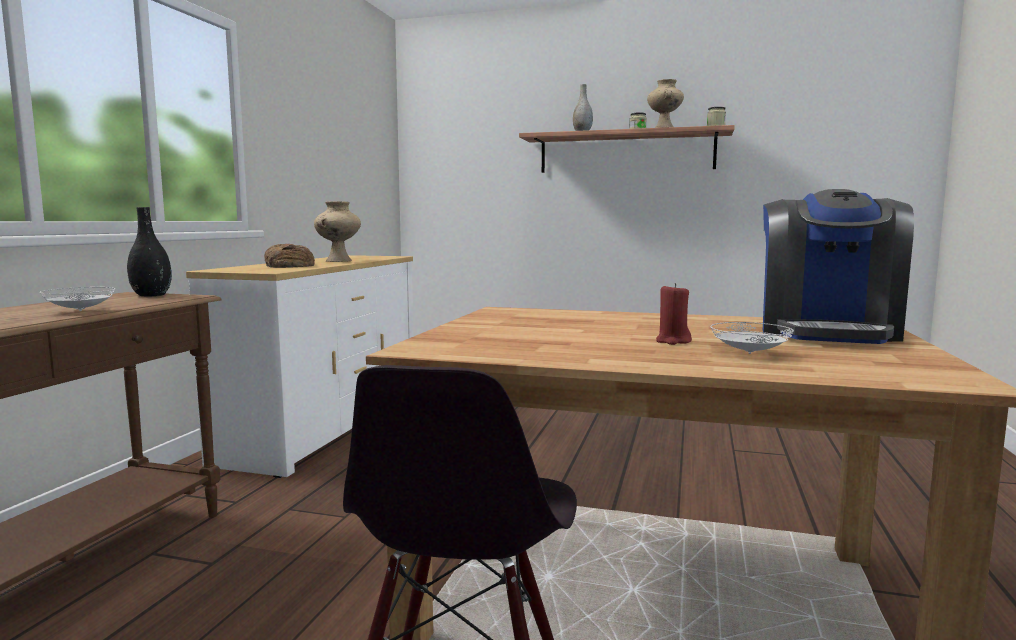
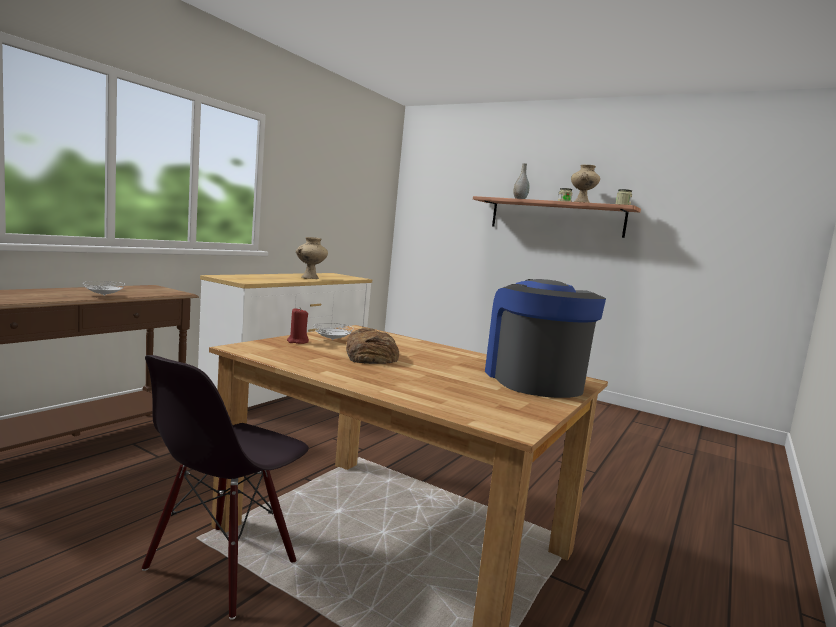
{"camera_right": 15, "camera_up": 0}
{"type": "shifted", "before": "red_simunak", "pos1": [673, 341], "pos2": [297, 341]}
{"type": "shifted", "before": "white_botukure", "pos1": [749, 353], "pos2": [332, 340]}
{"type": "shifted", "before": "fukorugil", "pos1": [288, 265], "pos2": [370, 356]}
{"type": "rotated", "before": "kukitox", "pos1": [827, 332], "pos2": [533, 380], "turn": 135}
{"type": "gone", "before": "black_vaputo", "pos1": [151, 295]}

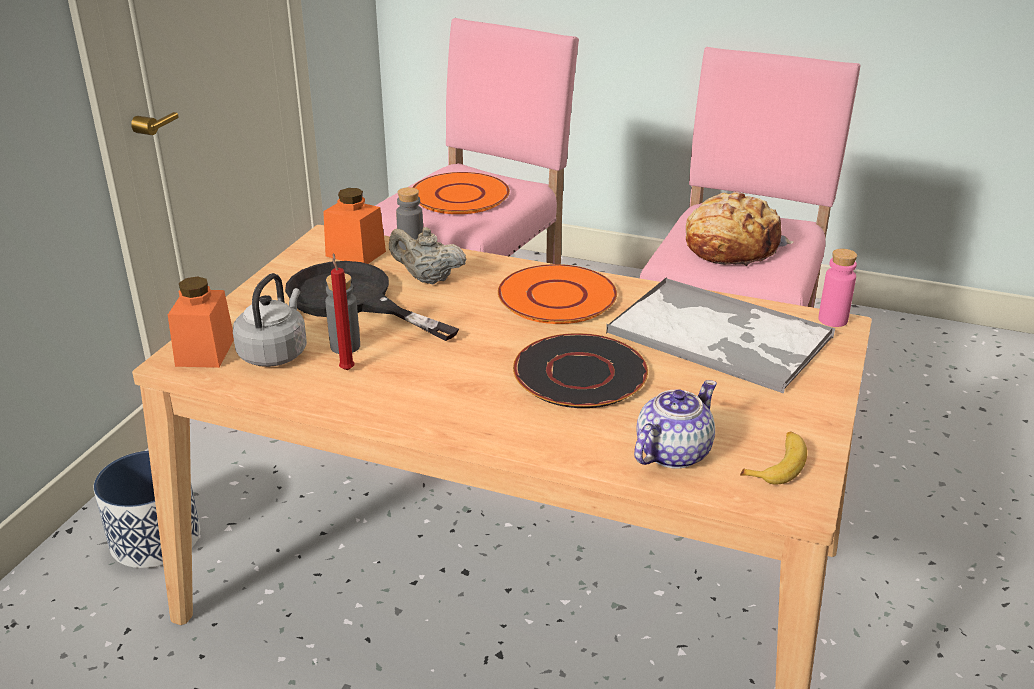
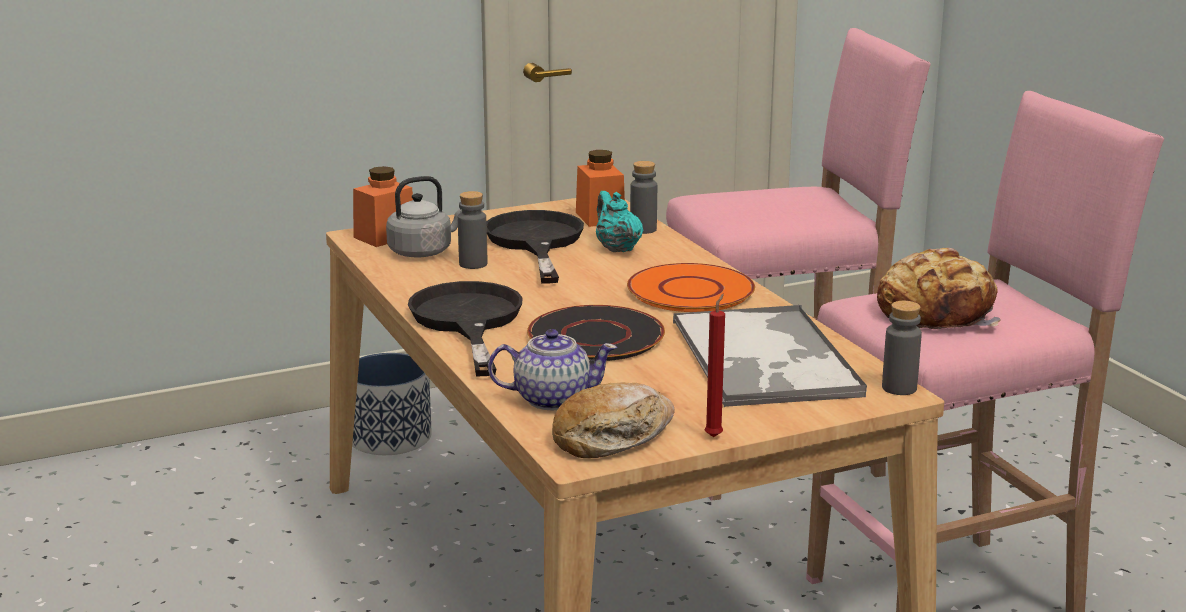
{"camera_right": 45, "camera_up": -10}
{"type": "new", "after": "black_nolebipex", "pos2": [467, 322]}
{"type": "swapped", "before": "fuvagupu", "after": "fukorugil", "pos1": [777, 464], "pos2": [612, 437]}
{"type": "repainted", "before": "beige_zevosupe", "after": "turquoise_zevosupe", "pos1": [427, 279], "pos2": [617, 248]}
{"type": "shifted", "before": "red_simunak", "pos1": [346, 369], "pos2": [714, 436]}
{"type": "repainted", "before": "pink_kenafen", "after": "grey_kenafen", "pos1": [832, 320], "pos2": [899, 388]}
{"type": "gone", "before": "orange_botukure", "pos1": [460, 196]}

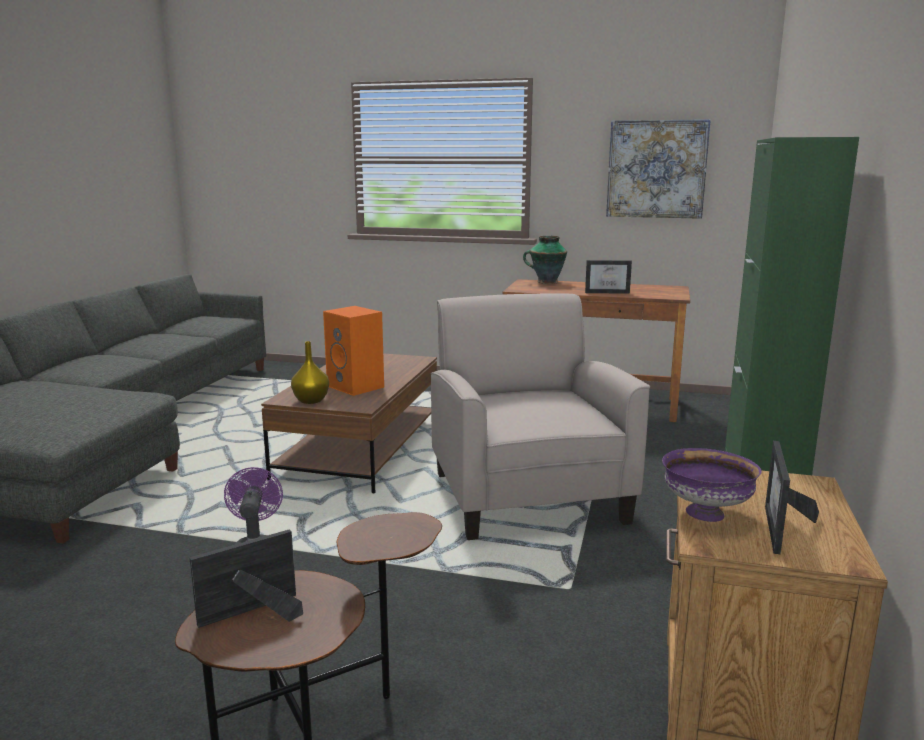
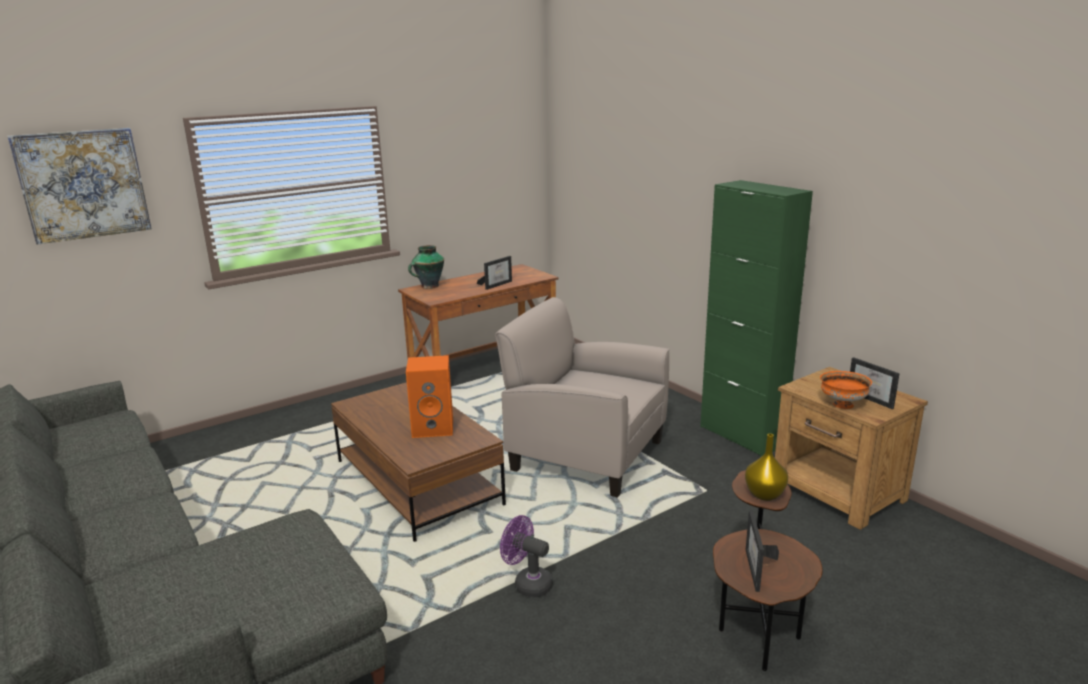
{"camera_right": -50, "camera_up": 5}
{"type": "shifted", "before": "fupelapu", "pos1": [656, 169], "pos2": [83, 184]}
{"type": "shifted", "before": "yellow_vaputo", "pos1": [312, 401], "pos2": [765, 494]}
{"type": "repainted", "before": "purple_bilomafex", "after": "orange_bilomafex", "pos1": [705, 513], "pos2": [842, 405]}

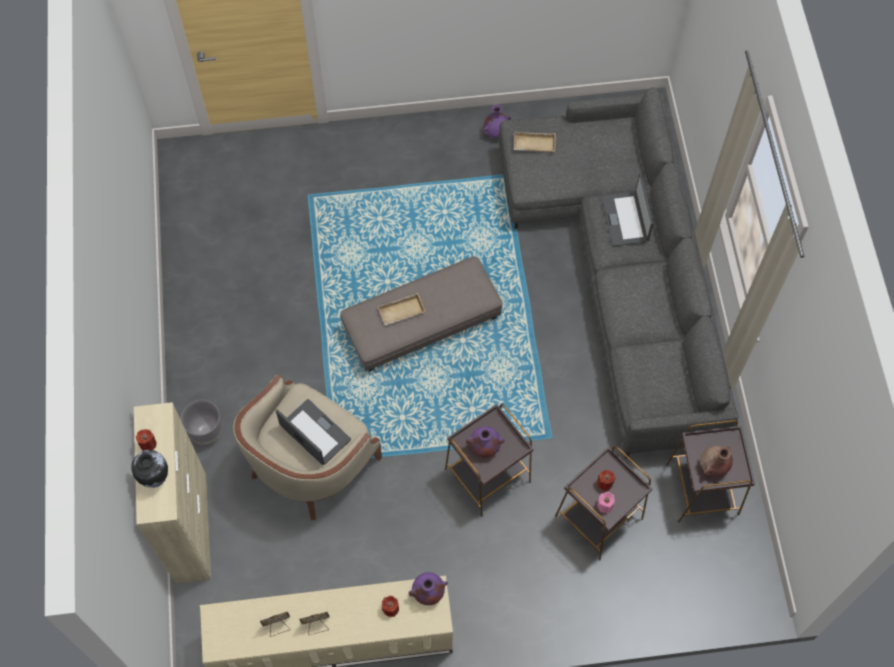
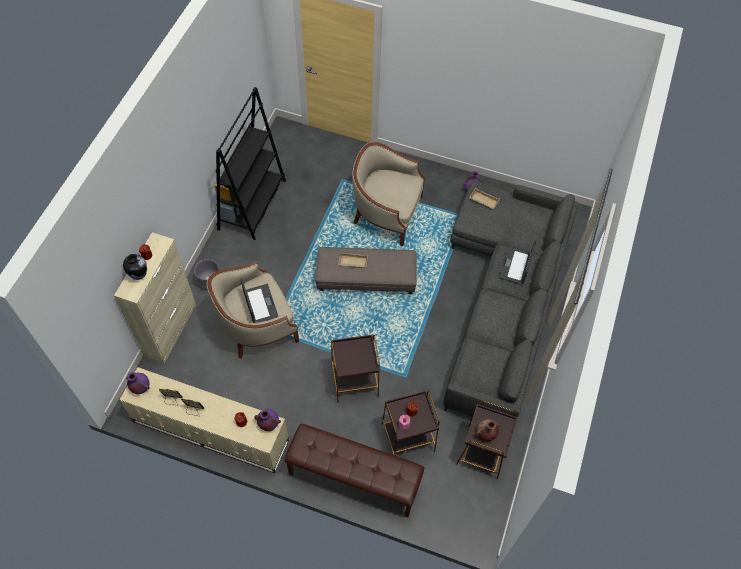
{"camera_right": 25, "camera_up": -5}
{"type": "shifted", "before": "purple_vaputo", "pos1": [484, 447], "pos2": [140, 387]}
{"type": "new", "after": "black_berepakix", "pos2": [252, 205]}
{"type": "new", "after": "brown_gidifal", "pos2": [353, 479]}
{"type": "new", "after": "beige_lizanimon", "pos2": [386, 212]}

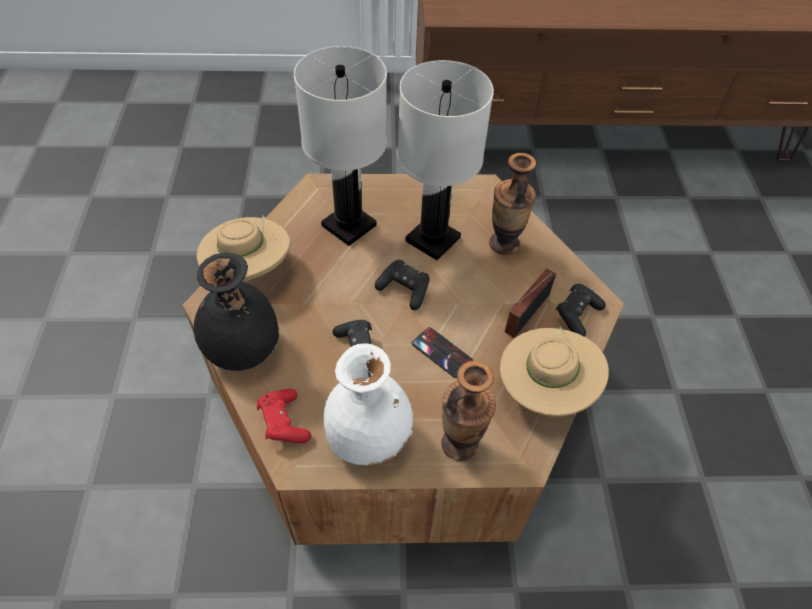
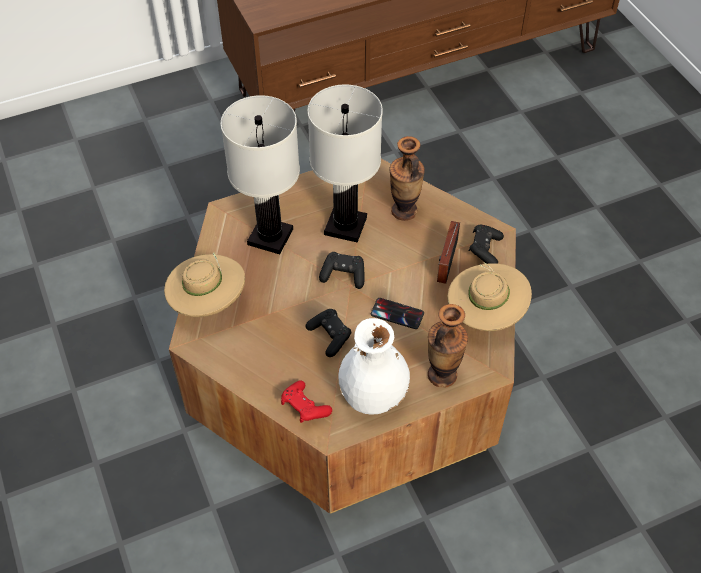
{"camera_right": -20, "camera_up": 0}
{"type": "gone", "before": "black_vaputo", "pos1": [243, 351]}

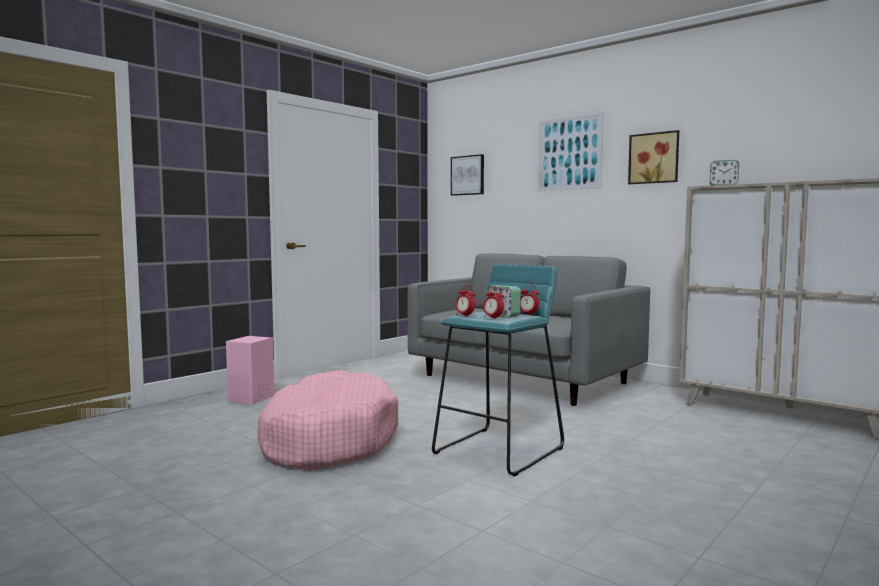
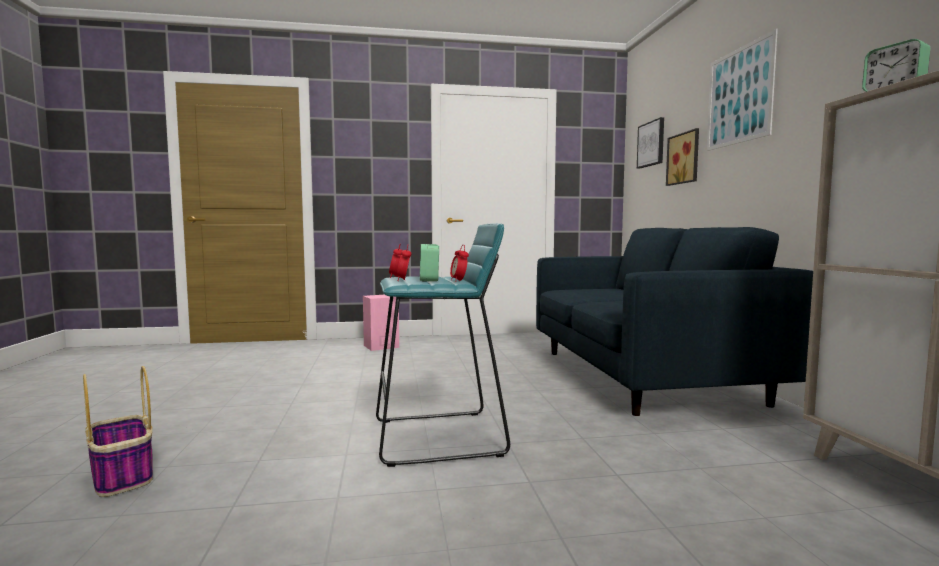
{"camera_right": 40, "camera_up": 0}
{"type": "new", "after": "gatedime", "pos2": [123, 476]}
{"type": "repainted", "before": "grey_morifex", "after": "blue_morifex", "pos1": [522, 379], "pos2": [642, 375]}
{"type": "shifted", "before": "fupelapu", "pos1": [654, 158], "pos2": [684, 158]}
{"type": "gone", "before": "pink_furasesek", "pos1": [327, 440]}

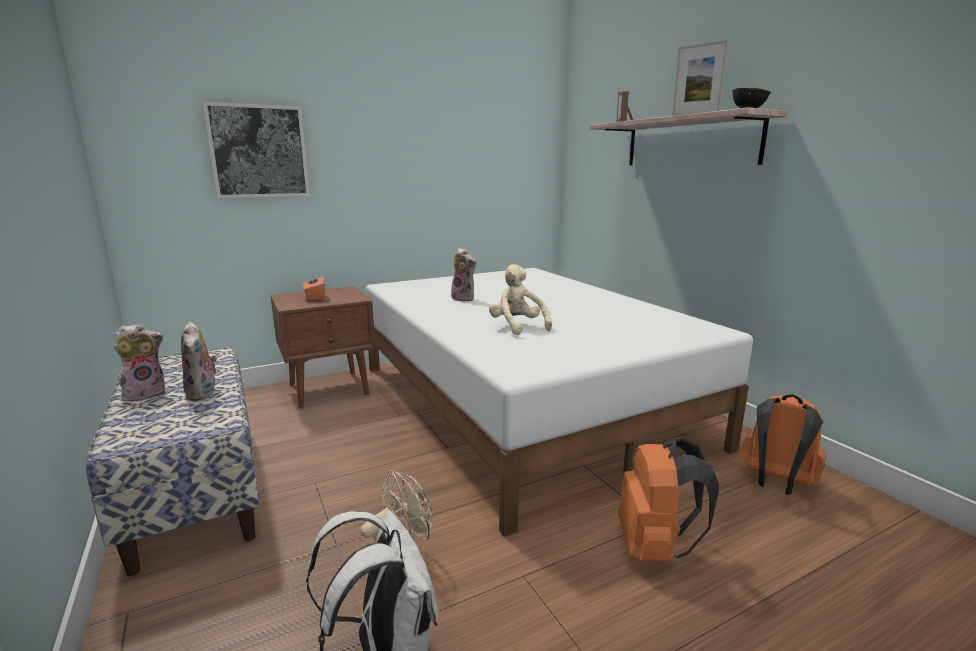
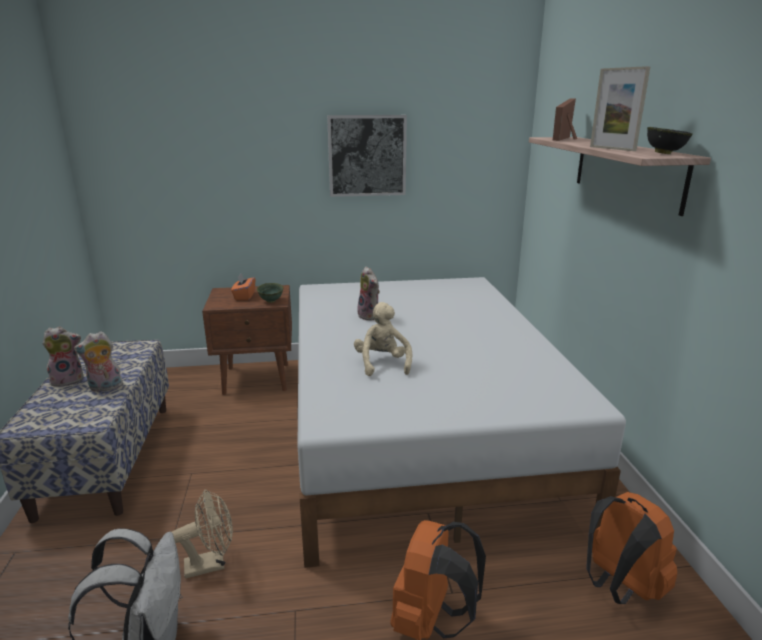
{"camera_right": 20, "camera_up": 5}
{"type": "rotated", "before": "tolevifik", "pos1": [204, 393], "pos2": [105, 388], "turn": 75}
{"type": "new", "after": "green_bilomafex", "pos2": [271, 301]}
{"type": "shifted", "before": "fupelapu", "pos1": [259, 151], "pos2": [367, 156]}

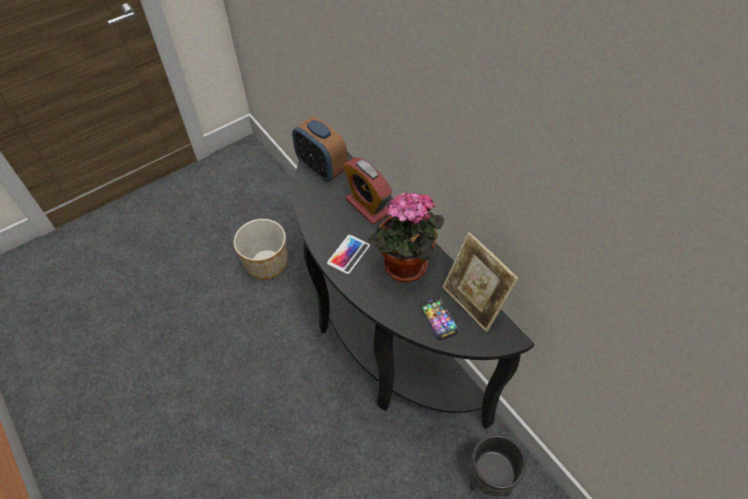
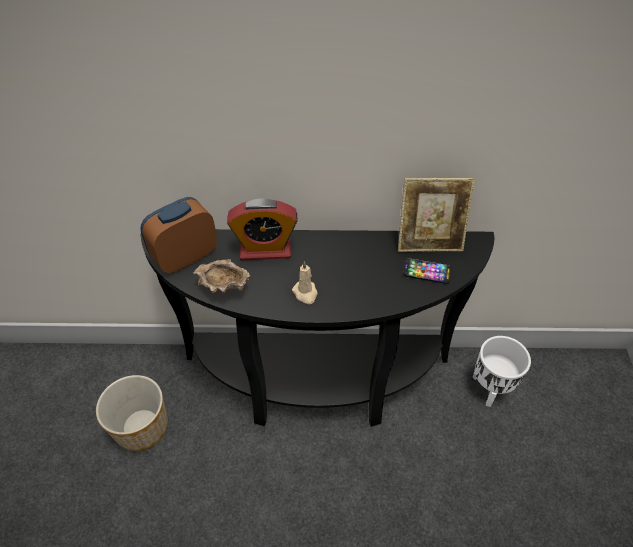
{"camera_right": -55, "camera_up": -5}
{"type": "rotated", "before": "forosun", "pos1": [322, 169], "pos2": [185, 257], "turn": 150}
{"type": "new", "after": "beige_bilomafex", "pos2": [224, 288]}
{"type": "swapped", "before": "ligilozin", "after": "beige_simunak", "pos1": [348, 254], "pos2": [305, 293]}
{"type": "repainted", "before": "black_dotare", "after": "white_dotare", "pos1": [490, 481], "pos2": [490, 389]}
{"type": "gone", "before": "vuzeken", "pos1": [405, 269]}

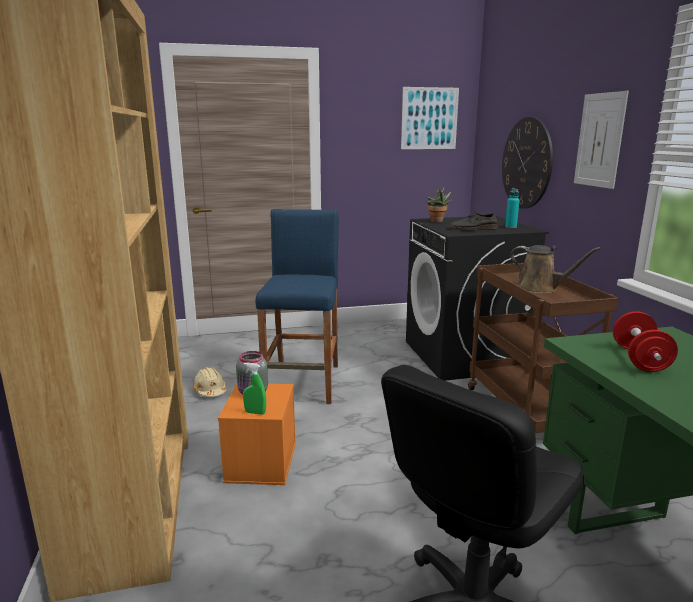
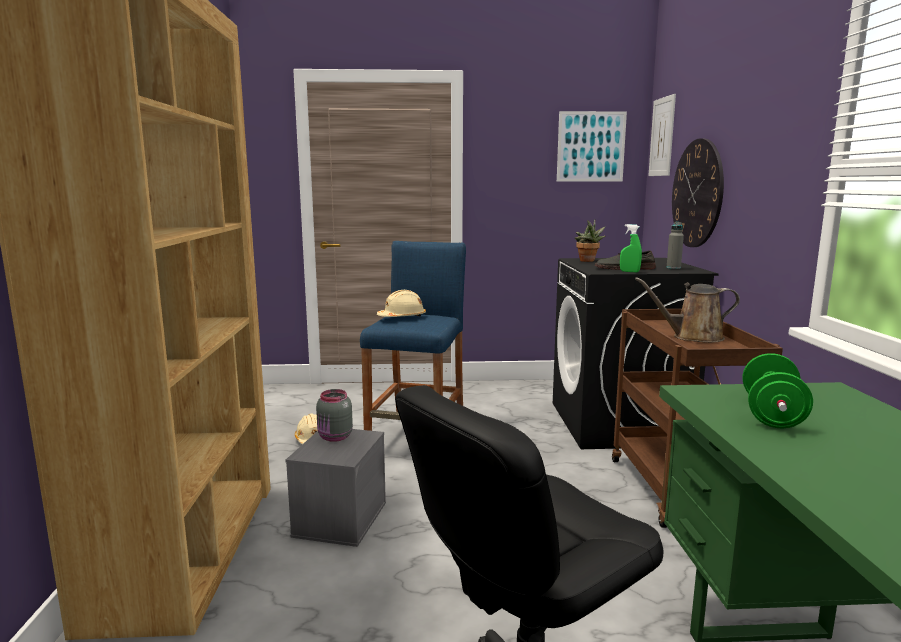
{"camera_right": 10, "camera_up": -5}
{"type": "repainted", "before": "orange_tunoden", "after": "grey_tunoden", "pos1": [260, 461], "pos2": [340, 518]}
{"type": "new", "after": "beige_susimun", "pos2": [402, 317]}
{"type": "shifted", "before": "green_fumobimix", "pos1": [255, 412], "pos2": [629, 271]}
{"type": "rotated", "before": "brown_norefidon", "pos1": [540, 289], "pos2": [692, 337], "turn": 135}
{"type": "shifted", "before": "fupelapu", "pos1": [600, 140], "pos2": [662, 137]}
{"type": "repainted", "before": "turquoise_kenafen", "after": "grey_kenafen", "pos1": [510, 227], "pos2": [673, 268]}
{"type": "repainted", "before": "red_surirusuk", "after": "green_surirusuk", "pos1": [639, 359], "pos2": [772, 414]}

